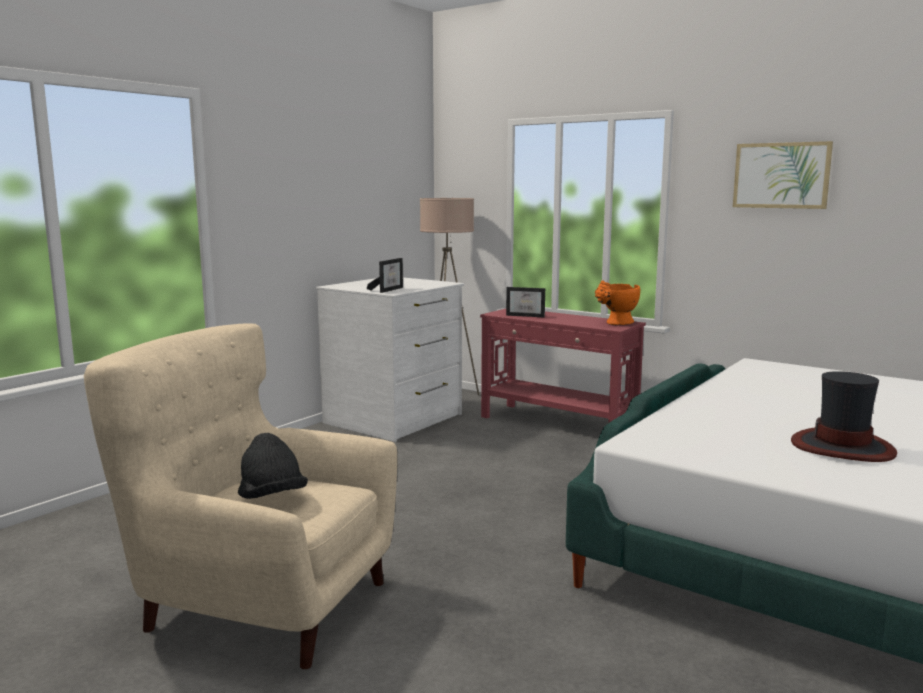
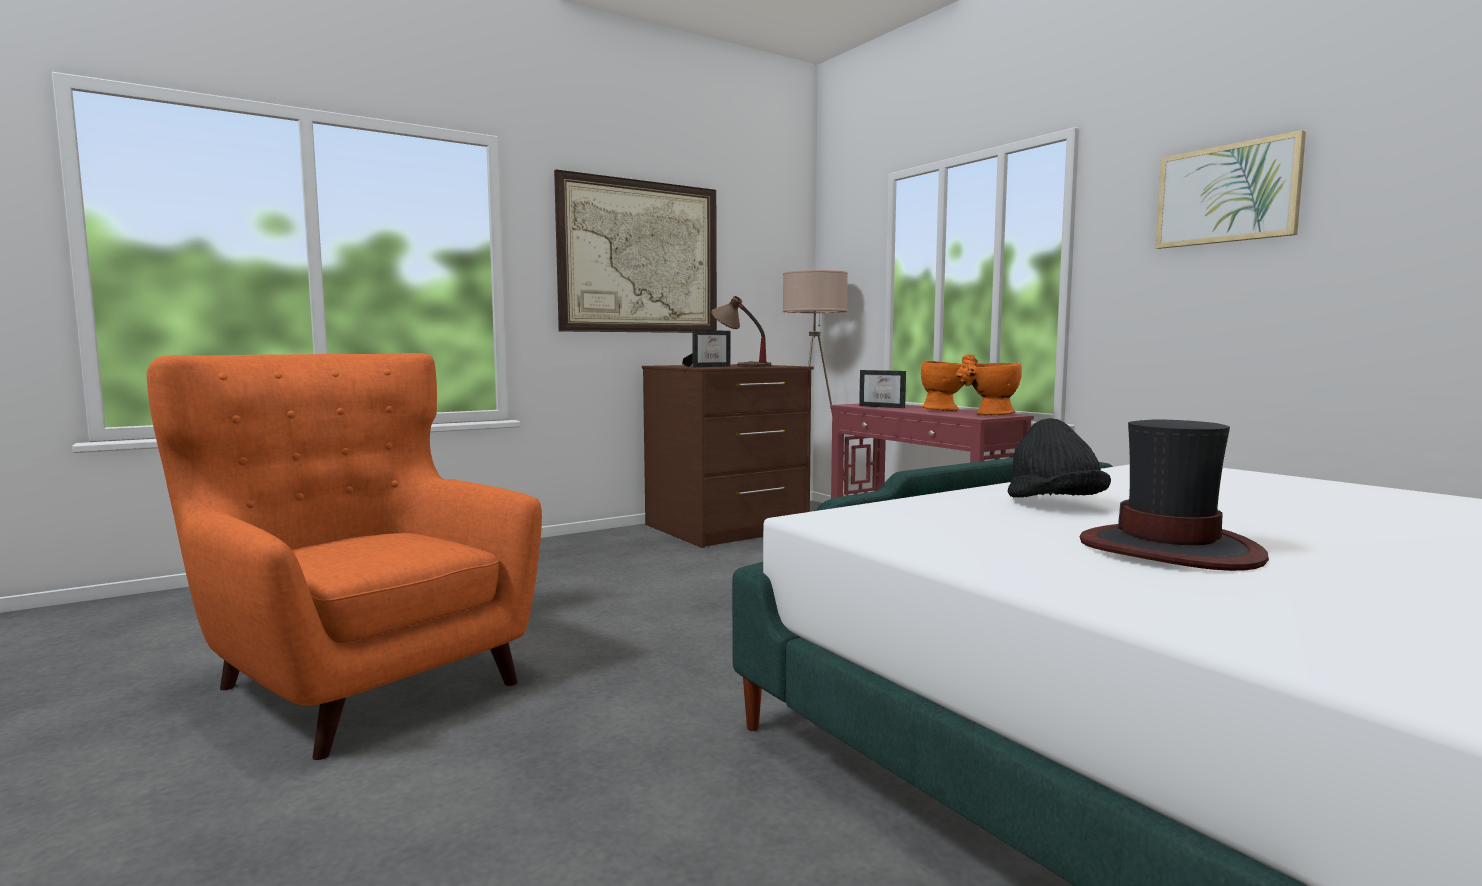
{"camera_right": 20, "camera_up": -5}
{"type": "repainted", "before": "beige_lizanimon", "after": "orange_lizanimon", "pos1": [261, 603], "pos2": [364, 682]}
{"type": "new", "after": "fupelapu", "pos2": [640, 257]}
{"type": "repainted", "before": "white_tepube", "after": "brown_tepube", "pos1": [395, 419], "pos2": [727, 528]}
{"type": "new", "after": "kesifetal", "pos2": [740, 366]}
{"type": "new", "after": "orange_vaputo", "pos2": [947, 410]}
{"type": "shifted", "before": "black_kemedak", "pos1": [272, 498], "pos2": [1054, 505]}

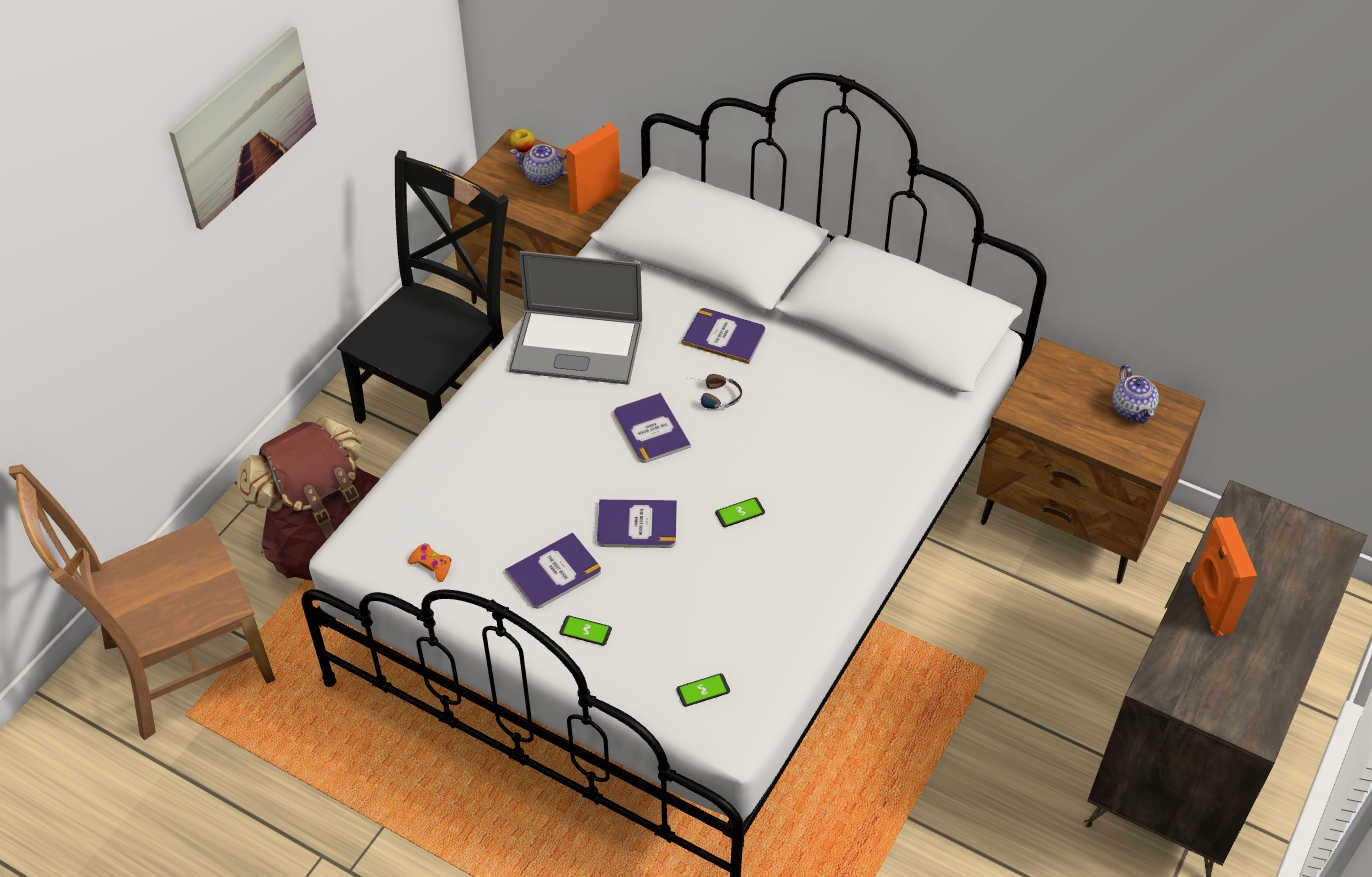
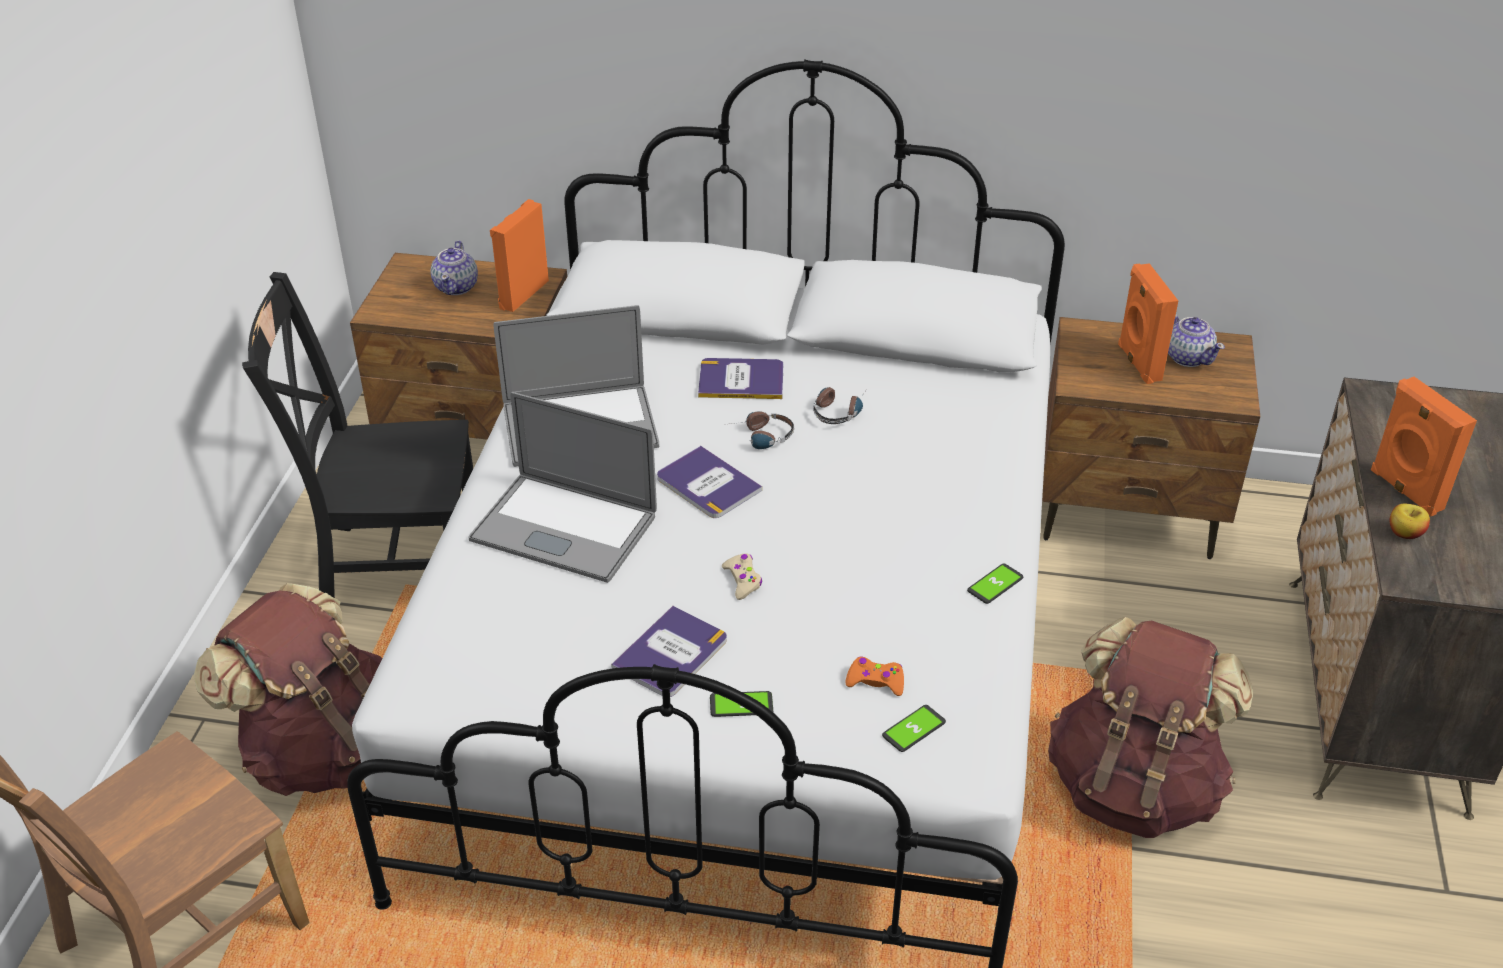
{"camera_right": -20, "camera_up": -10}
{"type": "rotated", "before": "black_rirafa", "pos1": [441, 400], "pos2": [394, 566], "turn": -105}
{"type": "rotated", "before": "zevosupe", "pos1": [544, 177], "pos2": [457, 286], "turn": -75}
{"type": "new", "after": "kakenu", "pos2": [564, 527]}
{"type": "swapped", "before": "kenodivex", "after": "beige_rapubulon", "pos1": [637, 525], "pos2": [742, 580]}
{"type": "new", "after": "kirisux", "pos2": [839, 410]}
{"type": "shifted", "before": "orange_rapubulon", "pos1": [431, 565], "pos2": [875, 681]}
{"type": "shifted", "before": "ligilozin", "pos1": [740, 513], "pos2": [995, 584]}
{"type": "new", "after": "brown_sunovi", "pos2": [1134, 787]}
{"type": "new", "after": "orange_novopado", "pos2": [1137, 363]}
{"type": "shifted", "before": "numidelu", "pos1": [523, 148], "pos2": [1404, 533]}
{"type": "gone", "before": "fupelapu", "pos1": [244, 126]}

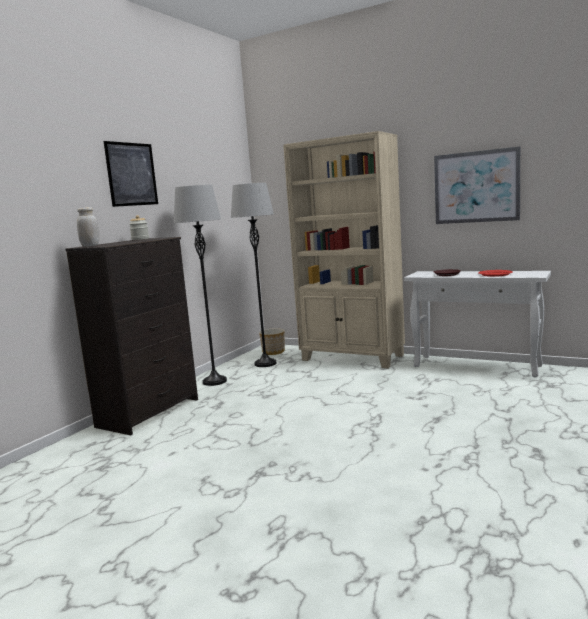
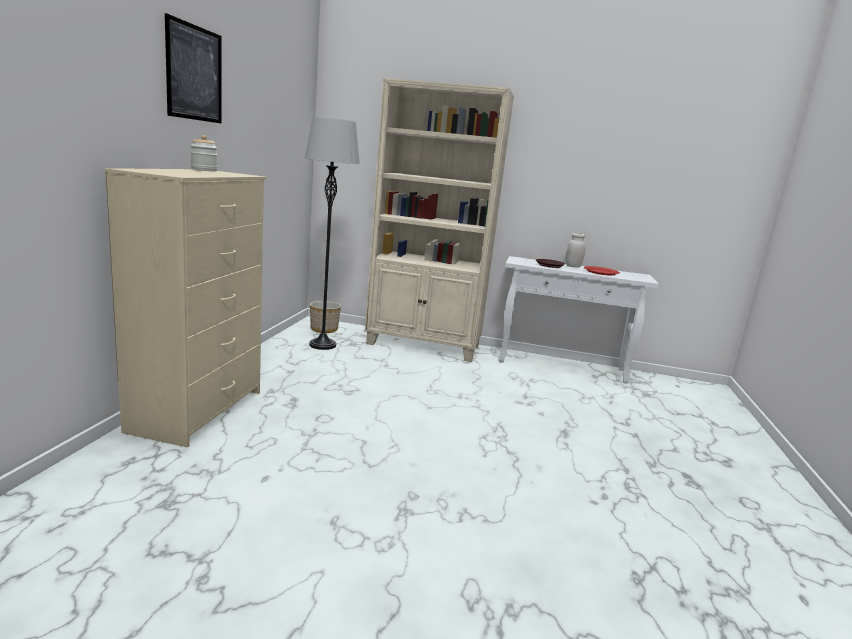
{"camera_right": -20, "camera_up": 5}
{"type": "repainted", "before": "black_tepube", "after": "beige_tepube", "pos1": [150, 413], "pos2": [199, 410]}
{"type": "shifted", "before": "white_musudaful", "pos1": [90, 246], "pos2": [572, 266]}
{"type": "gone", "before": "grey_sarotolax", "pos1": [214, 381]}
{"type": "gone", "before": "fupelapu", "pos1": [476, 187]}

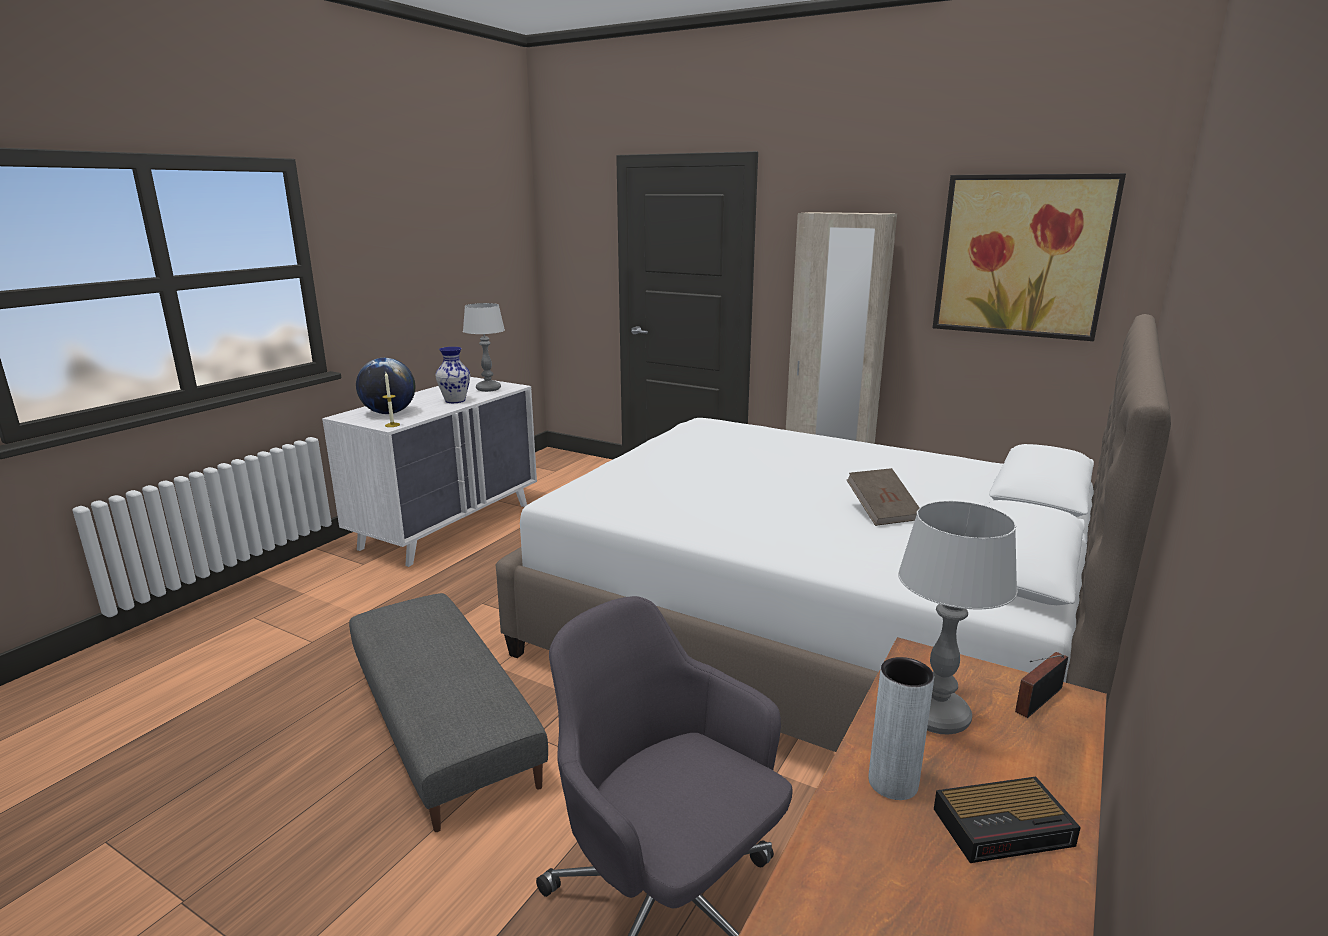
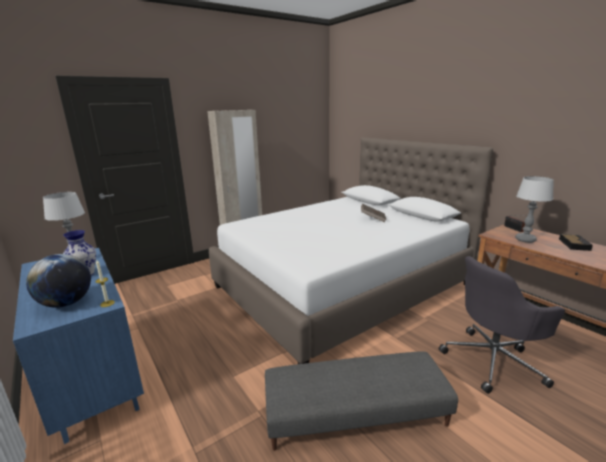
{"camera_right": -65, "camera_up": 0}
{"type": "repainted", "before": "white_tepube", "after": "blue_tepube", "pos1": [448, 525], "pos2": [93, 377]}
{"type": "gone", "before": "grey_vaputo", "pos1": [893, 783]}
{"type": "gone", "before": "fupelapu", "pos1": [1022, 256]}

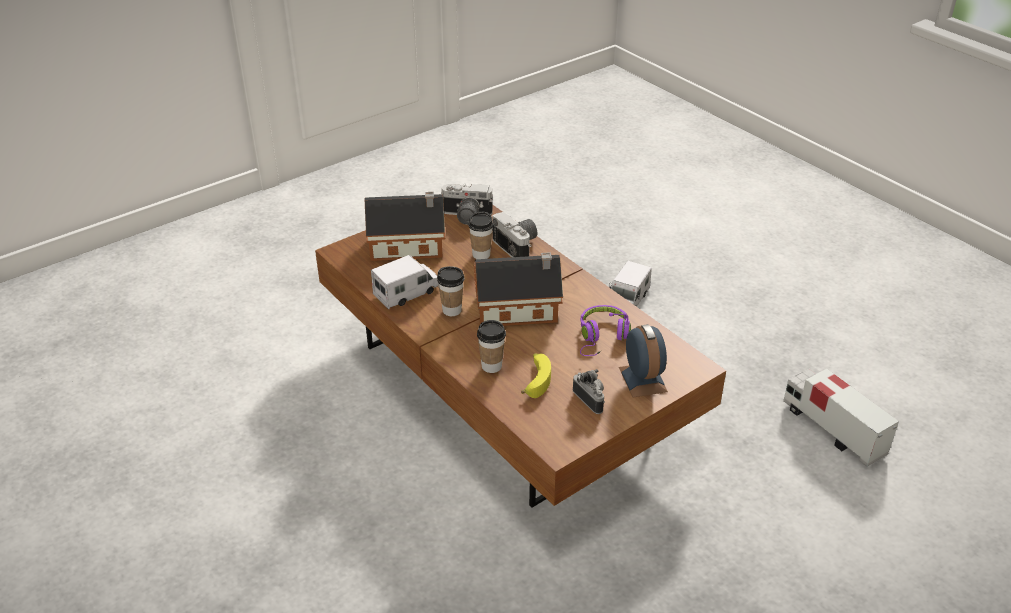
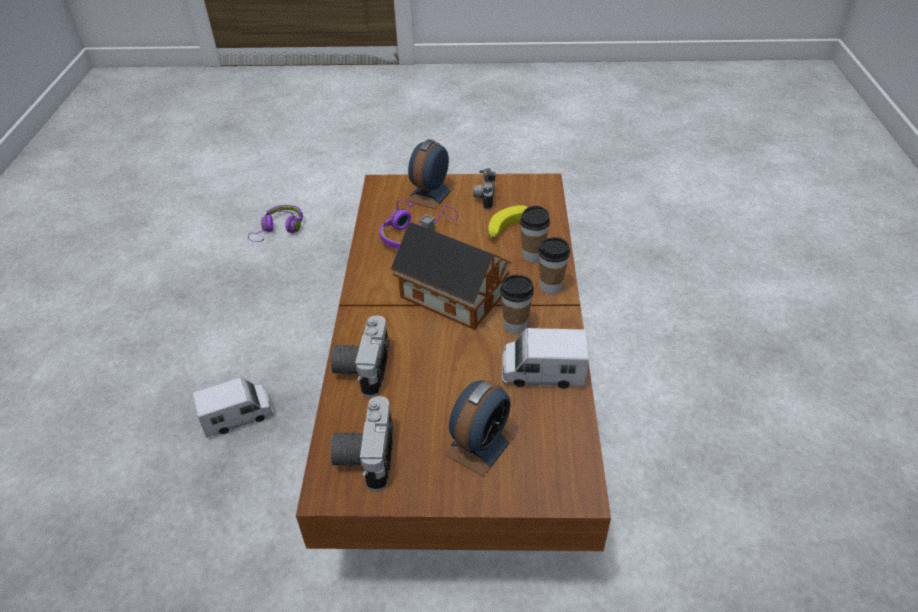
{"camera_right": -140, "camera_up": 5}
{"type": "swapped", "before": "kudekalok", "after": "purple_kirisux", "pos1": [832, 429], "pos2": [279, 229]}
{"type": "rotated", "before": "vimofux", "pos1": [465, 217], "pos2": [364, 455], "turn": -135}
{"type": "swapped", "before": "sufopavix", "after": "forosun", "pos1": [410, 245], "pos2": [480, 445]}
{"type": "shifted", "before": "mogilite", "pos1": [481, 255], "pos2": [550, 287]}

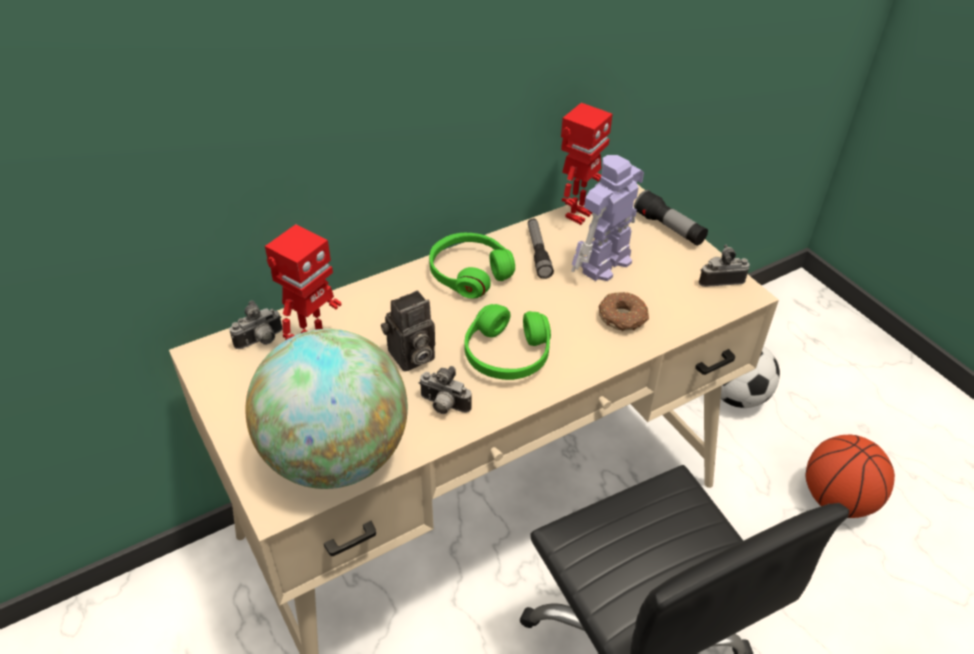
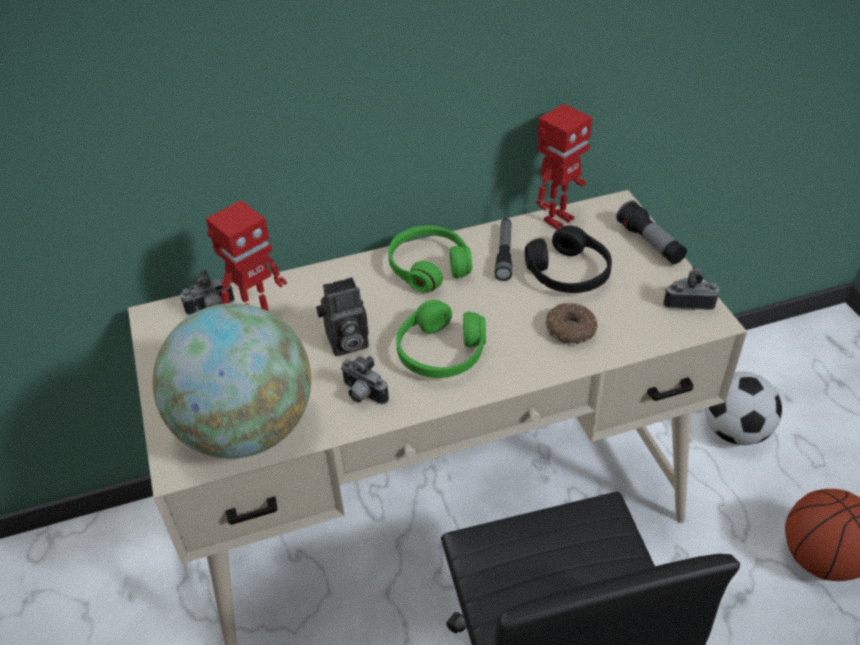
{"camera_right": 15, "camera_up": 0}
{"type": "swapped", "before": "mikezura", "after": "black_kirisux", "pos1": [603, 264], "pos2": [568, 273]}

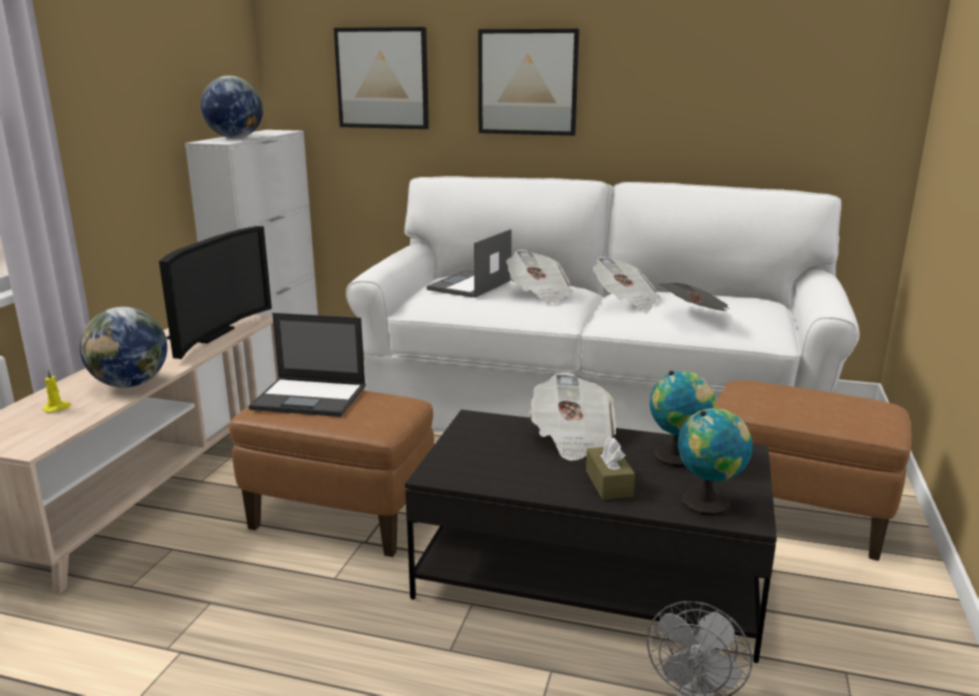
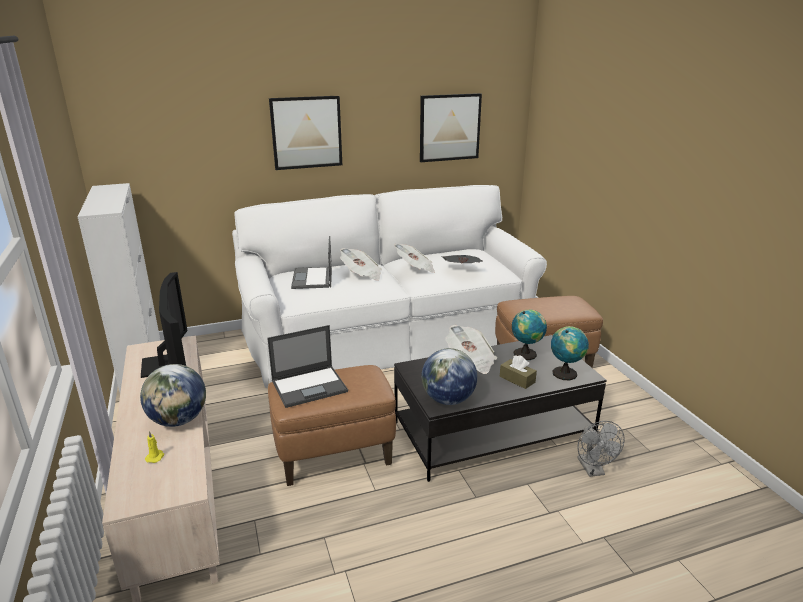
{"camera_right": -35, "camera_up": 5}
{"type": "shifted", "before": "fupelapu", "pos1": [382, 78], "pos2": [449, 127]}
{"type": "shifted", "before": "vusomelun", "pos1": [235, 138], "pos2": [448, 400]}

